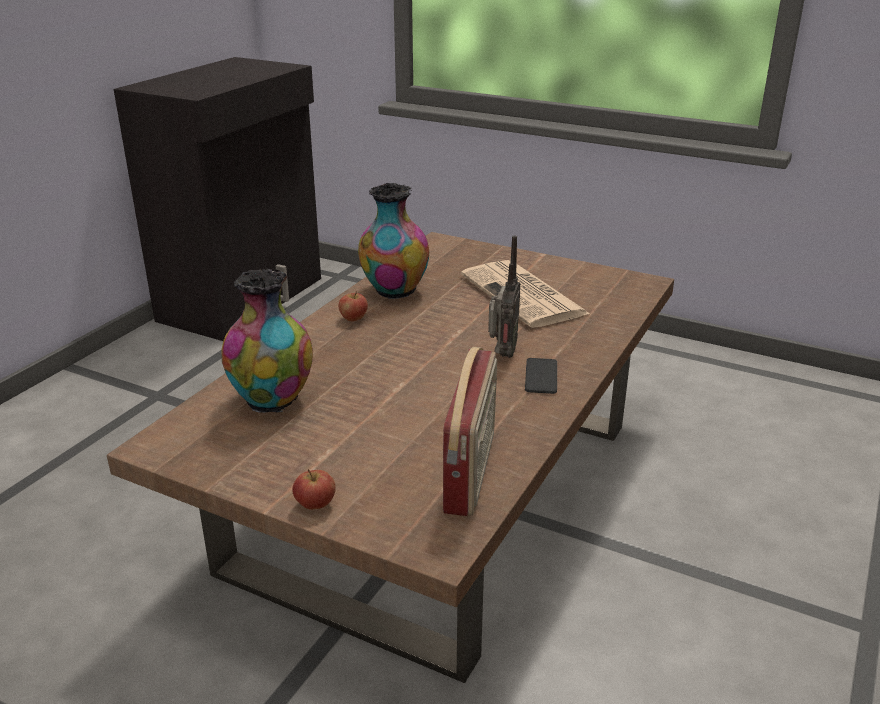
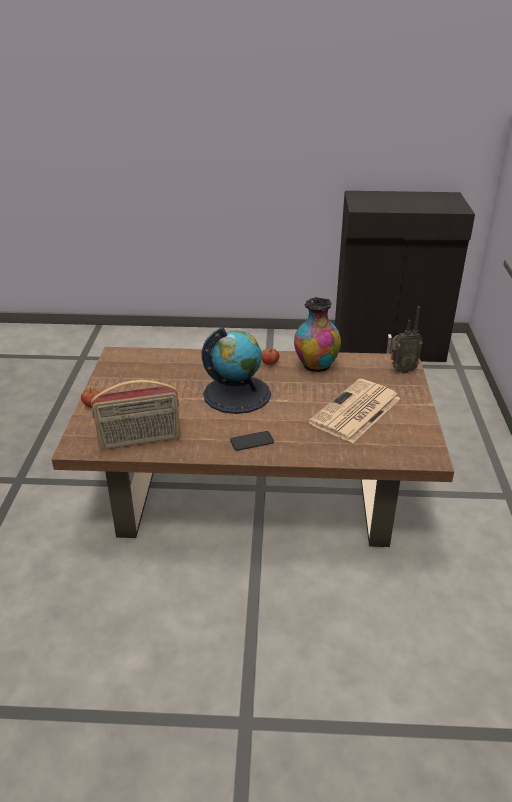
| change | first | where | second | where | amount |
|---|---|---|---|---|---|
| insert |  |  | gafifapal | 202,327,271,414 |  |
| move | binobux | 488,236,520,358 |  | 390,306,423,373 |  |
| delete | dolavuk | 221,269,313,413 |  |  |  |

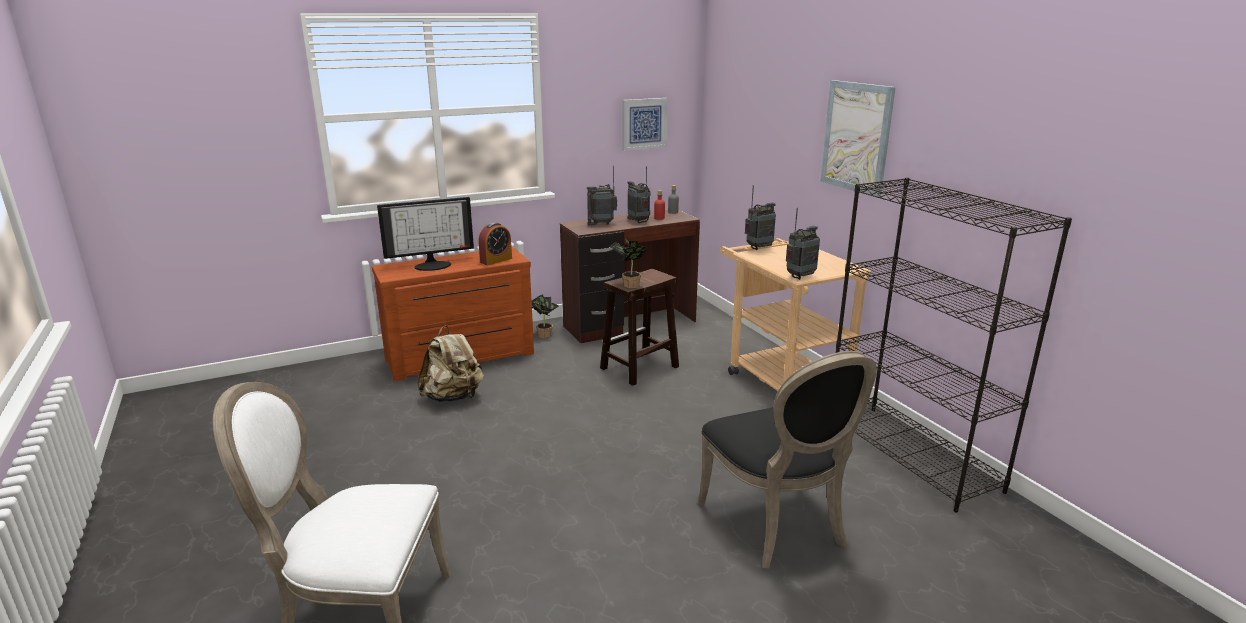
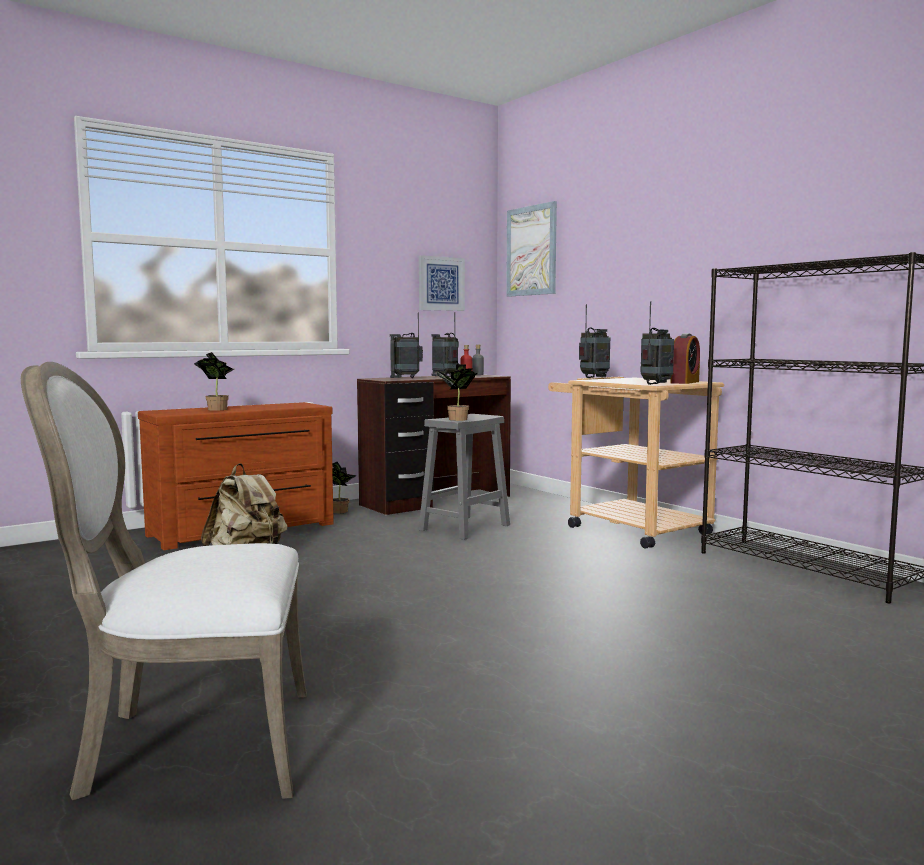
| change | first | where | second | where | amount |
|---|---|---|---|---|---|
| replace | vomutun | 377,197,474,271 | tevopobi | 194,352,234,411 |  |
| recolor | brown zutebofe | 600,269,679,386 | grey zutebofe | 419,414,510,540 |  |
| move | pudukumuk | 820,80,896,198 |  | 506,201,557,297 |  |
| move | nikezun | 478,222,512,265 |  | 670,333,700,384 |  |
| delete | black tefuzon | 698,351,877,569 |  |  |  |

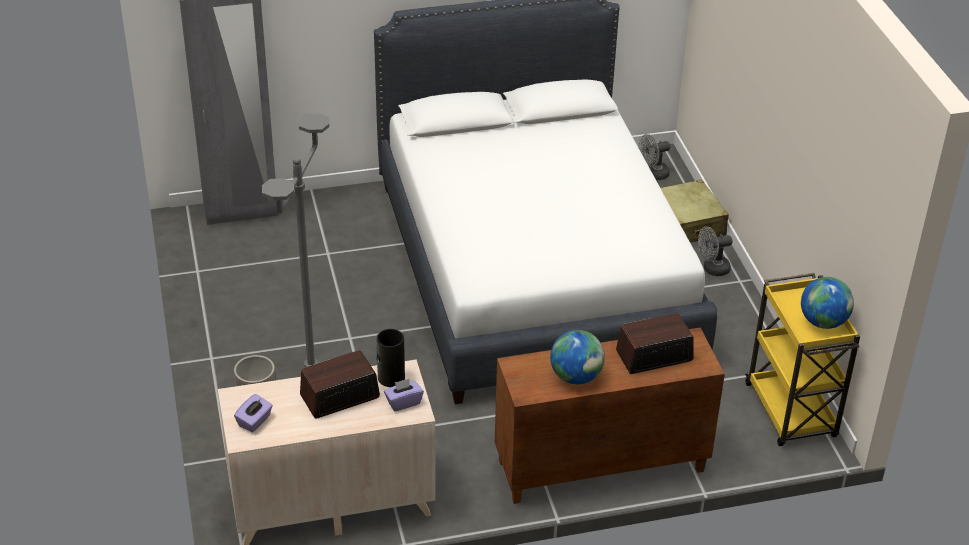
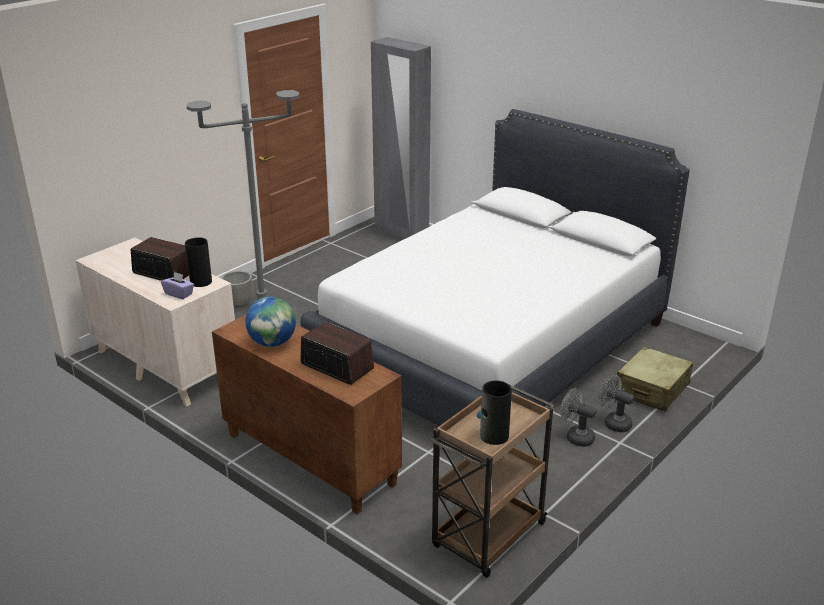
| change | first | where | second | where | amount |
|---|---|---|---|---|---|
| recolor | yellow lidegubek | 745,273,860,446 | brown lidegubek | 431,385,554,578 |  |
| replace | gafifapal | 801,277,854,329 | dolavuk | 477,380,512,445 |  |
| move | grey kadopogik | 639,134,670,180 |  | 560,388,596,447 |  |
| delete | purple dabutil | 234,394,273,432 |  |  |  |

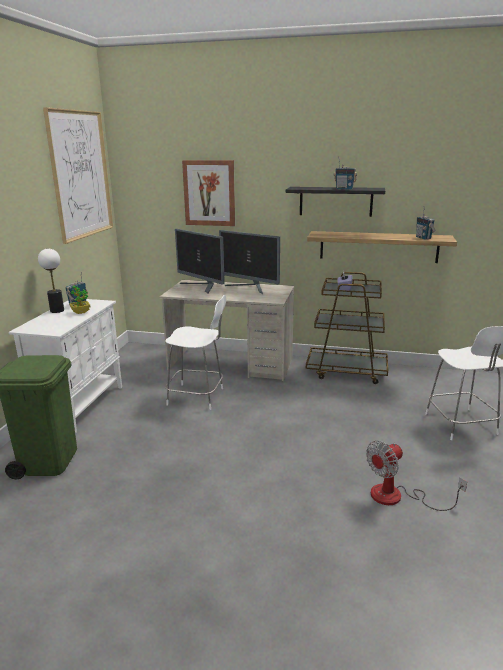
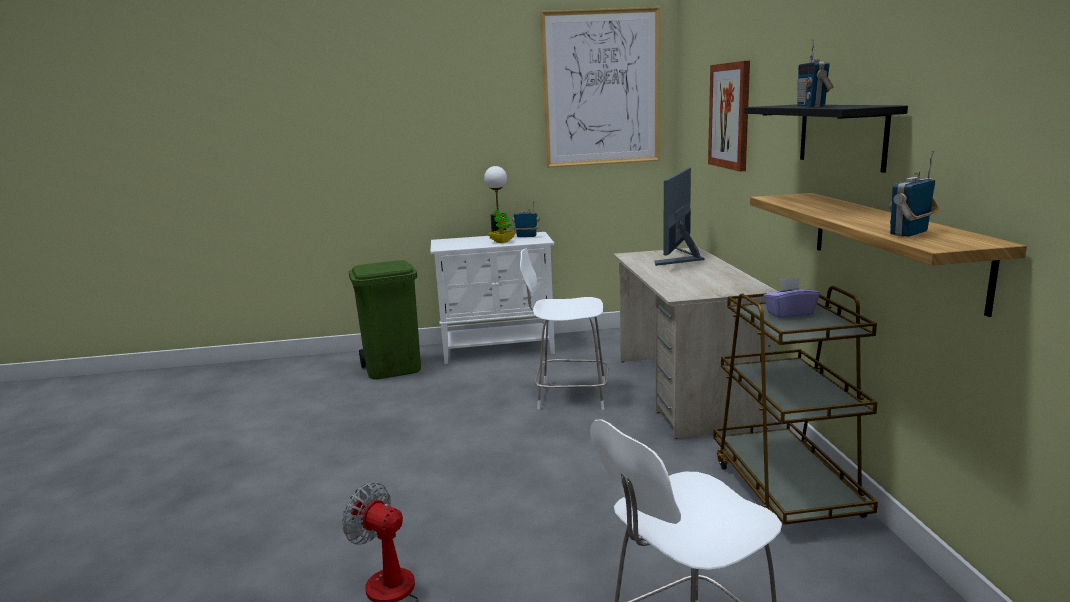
| change | first | where | second | where | amount |
|---|---|---|---|---|---|
| rotate | white tefuzon | 165,295,226,410 |  | 520,249,609,410 | 105 degrees clockwise |
| delete | vomutun | 219,230,280,294 |  |  |  |

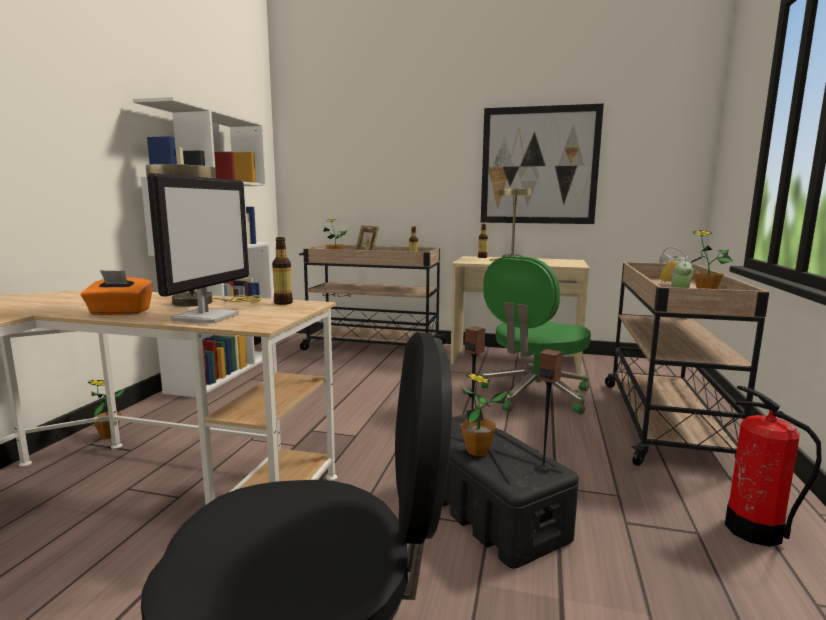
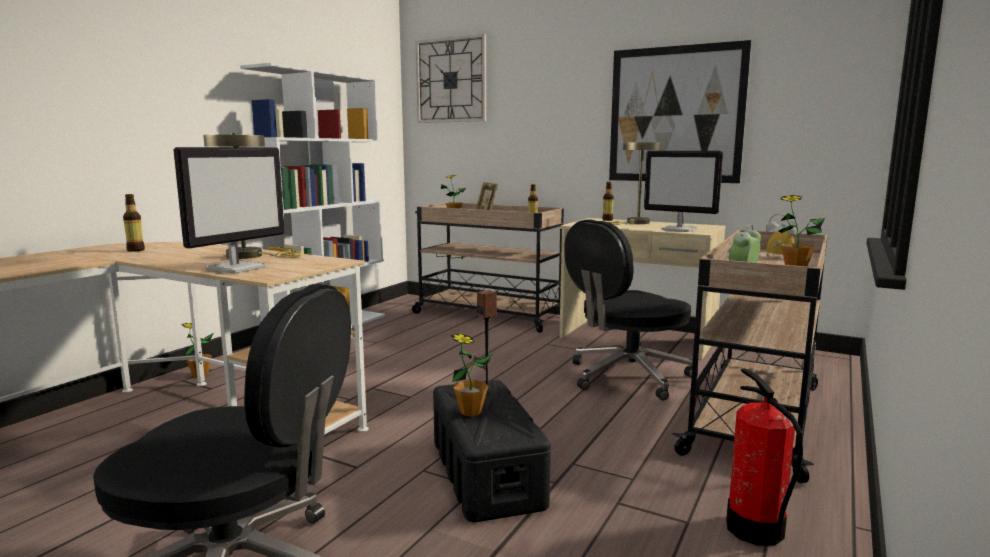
| change | first | where | second | where | amount |
|---|---|---|---|---|---|
| move | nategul | 272,237,293,305 |  | 123,194,145,252 |  |
| insert |  |  | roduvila | 416,34,486,123 |  |
| recolor | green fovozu | 481,256,591,415 | black fovozu | 564,219,693,400 |  |
| insert |  |  | vomutun | 644,151,723,232 |  |
| delete | orange dabutil | 81,270,153,315 |  |  |  |
| delete | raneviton | 536,349,562,470 |  |  |  |

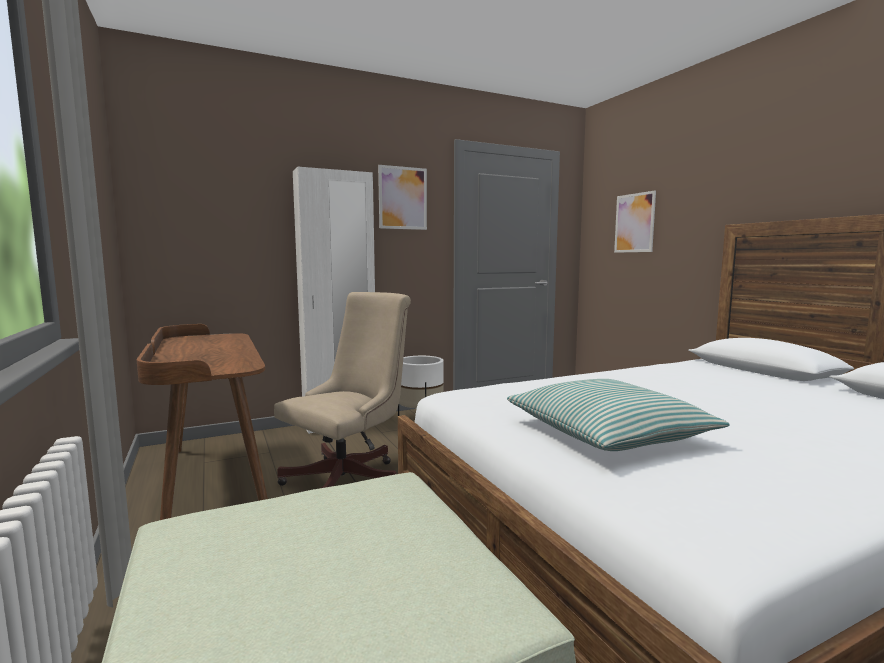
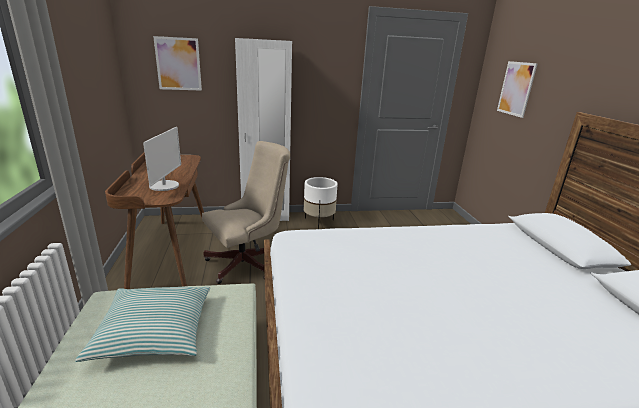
| change | first | where | second | where | amount |
|---|---|---|---|---|---|
| move | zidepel | 507,379,730,451 |  | 75,287,210,362 |  |
| insert |  |  | vomutun | 143,127,181,191 |  |
| move | pudukumuk | 378,165,427,230 |  | 153,36,202,91 |  |

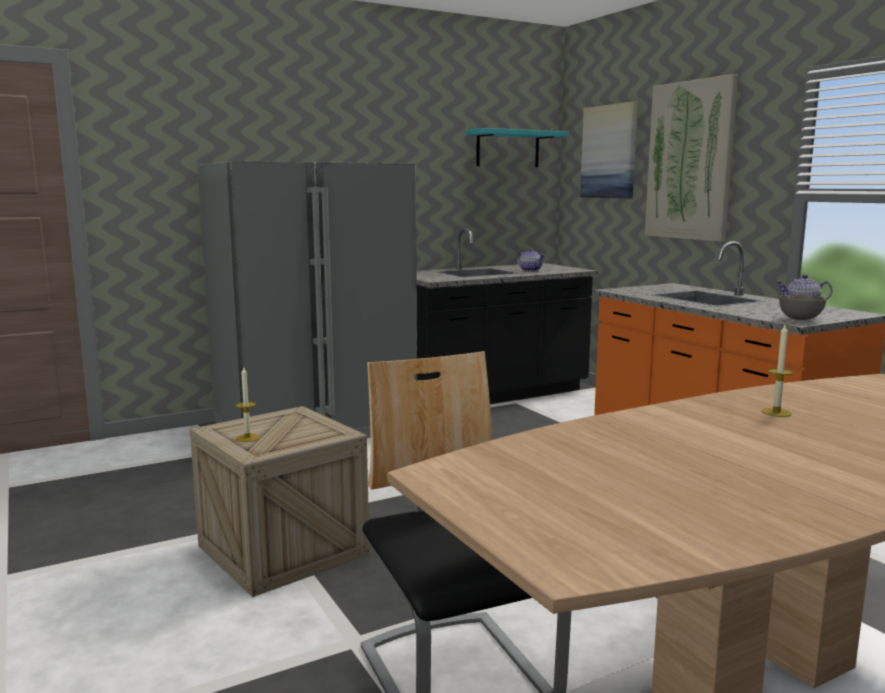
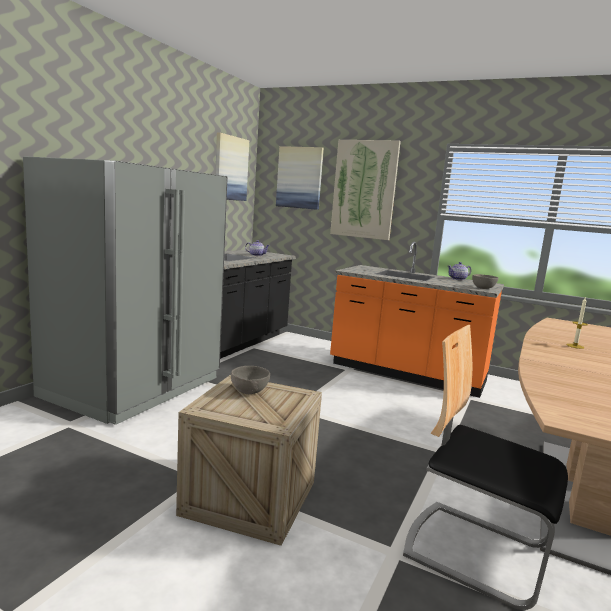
| change | first | where | second | where | amount |
|---|---|---|---|---|---|
| replace | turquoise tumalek | 466,128,568,167 | pudukumuk | 215,133,249,201 |  |
| insert |  |  | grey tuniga | 231,366,270,394 |  |
| delete | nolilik | 236,366,259,442 |  |  |  |

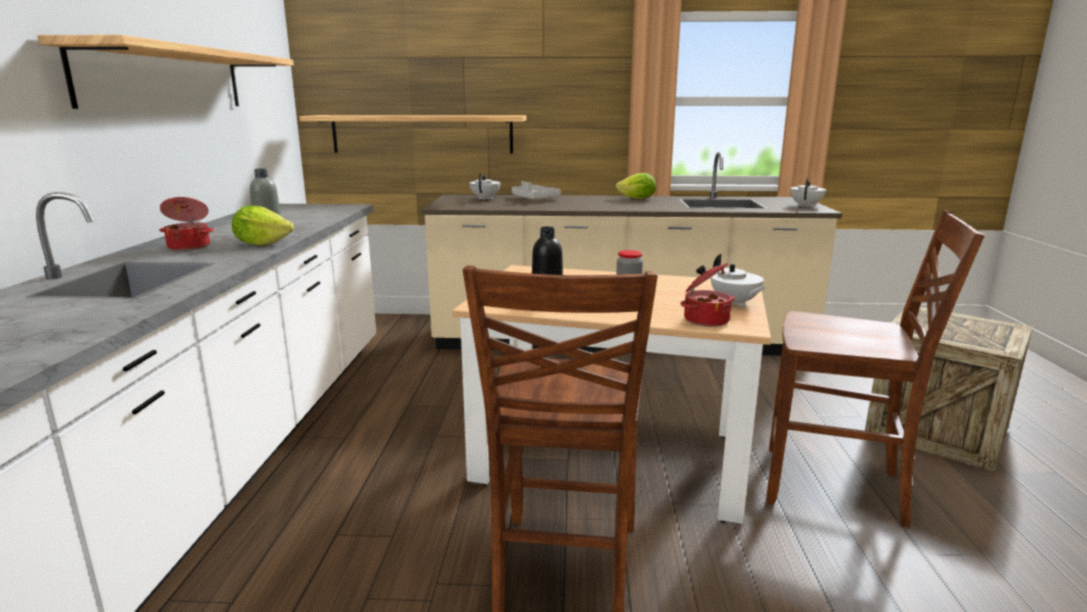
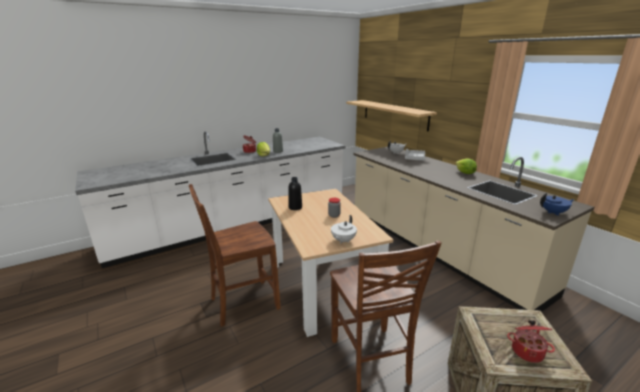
| change | first | where | second | where | amount |
|---|---|---|---|---|---|
| move | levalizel | 680,263,735,327 |  | 507,320,555,363 |  |
| recolor | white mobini | 790,179,826,207 | blue mobini | 540,193,574,216 |  |
| delete | tumalek | 37,35,294,109 |  |  |  |

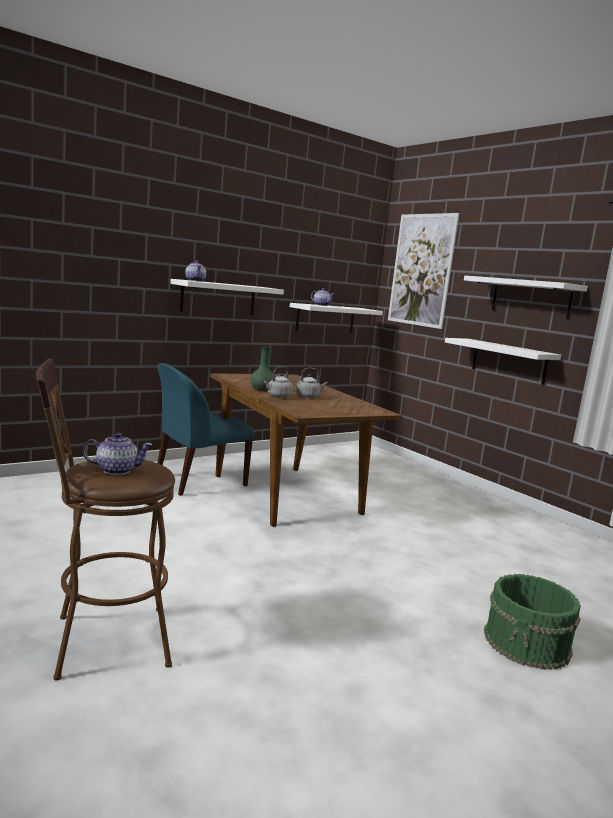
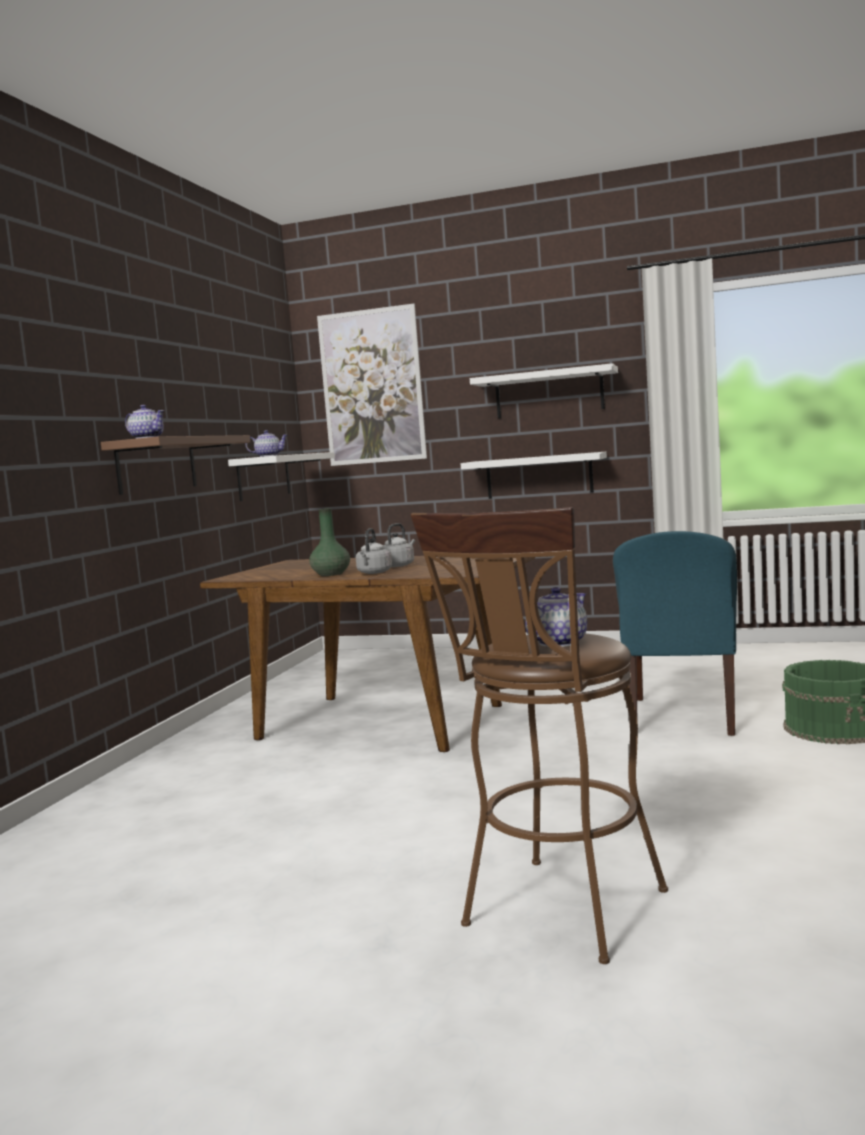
| change | first | where | second | where | amount |
|---|---|---|---|---|---|
| recolor | white tumalek | 170,279,284,315 | brown tumalek | 101,435,250,495 |  |
| move | blue tefuzon | 157,363,255,496 |  | 613,531,737,736 |  |

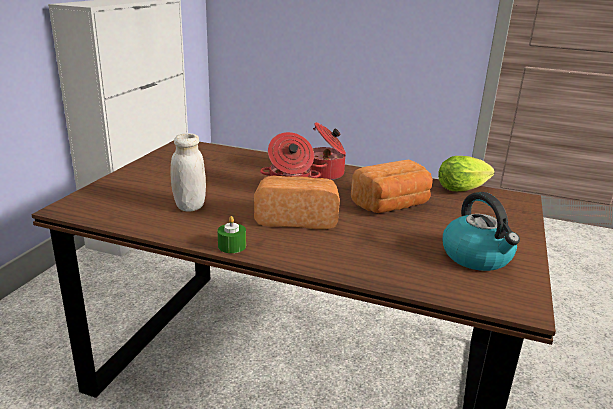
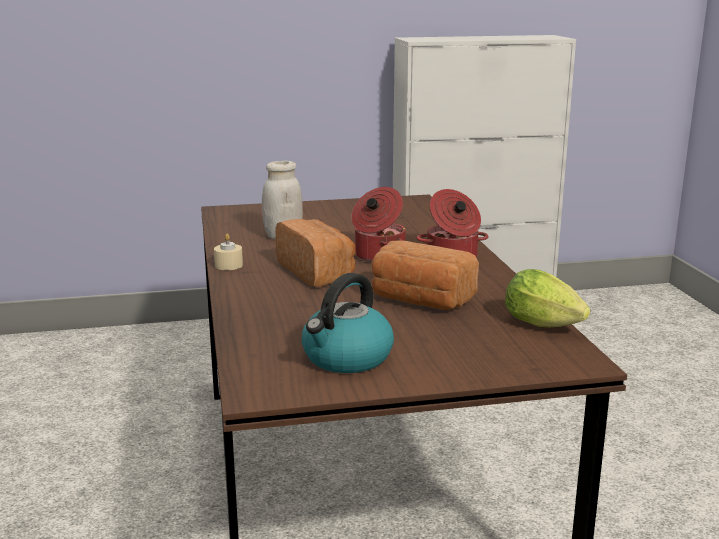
| change | first | where | second | where | amount |
|---|---|---|---|---|---|
| recolor | green nolilik | 217,216,246,253 | beige nolilik | 214,234,243,270 |  |

